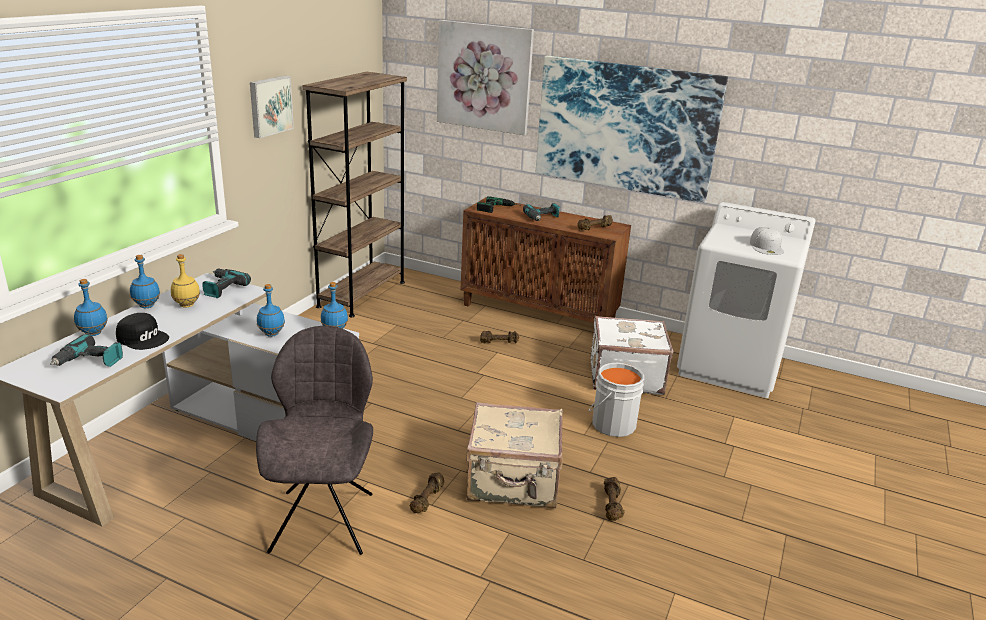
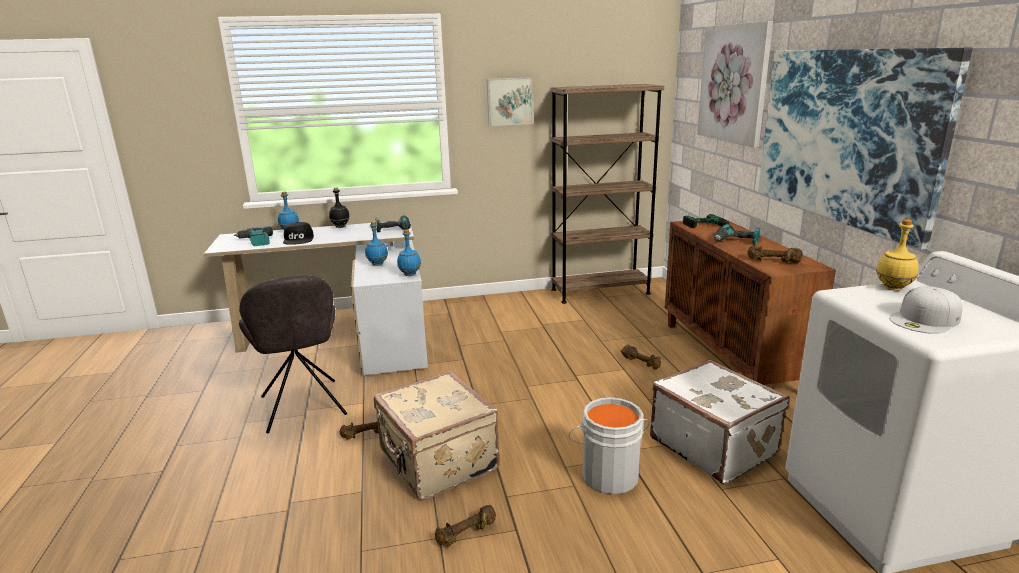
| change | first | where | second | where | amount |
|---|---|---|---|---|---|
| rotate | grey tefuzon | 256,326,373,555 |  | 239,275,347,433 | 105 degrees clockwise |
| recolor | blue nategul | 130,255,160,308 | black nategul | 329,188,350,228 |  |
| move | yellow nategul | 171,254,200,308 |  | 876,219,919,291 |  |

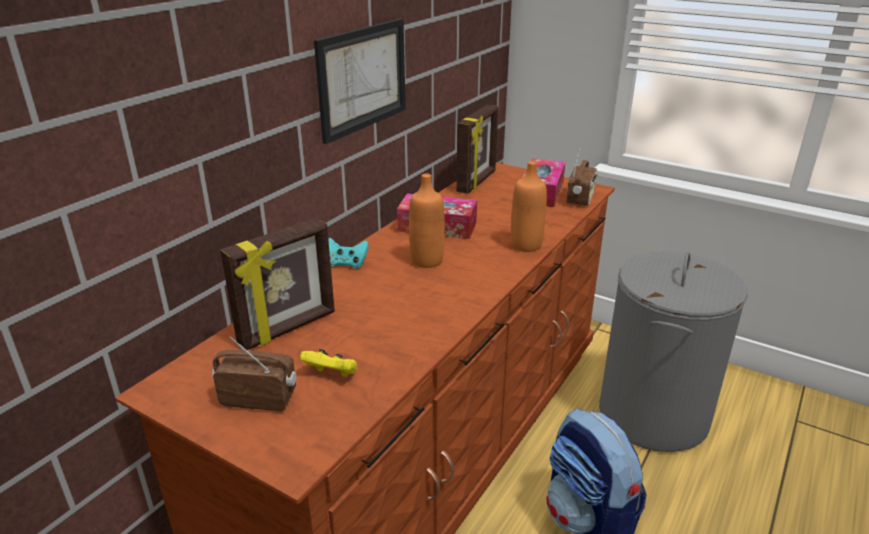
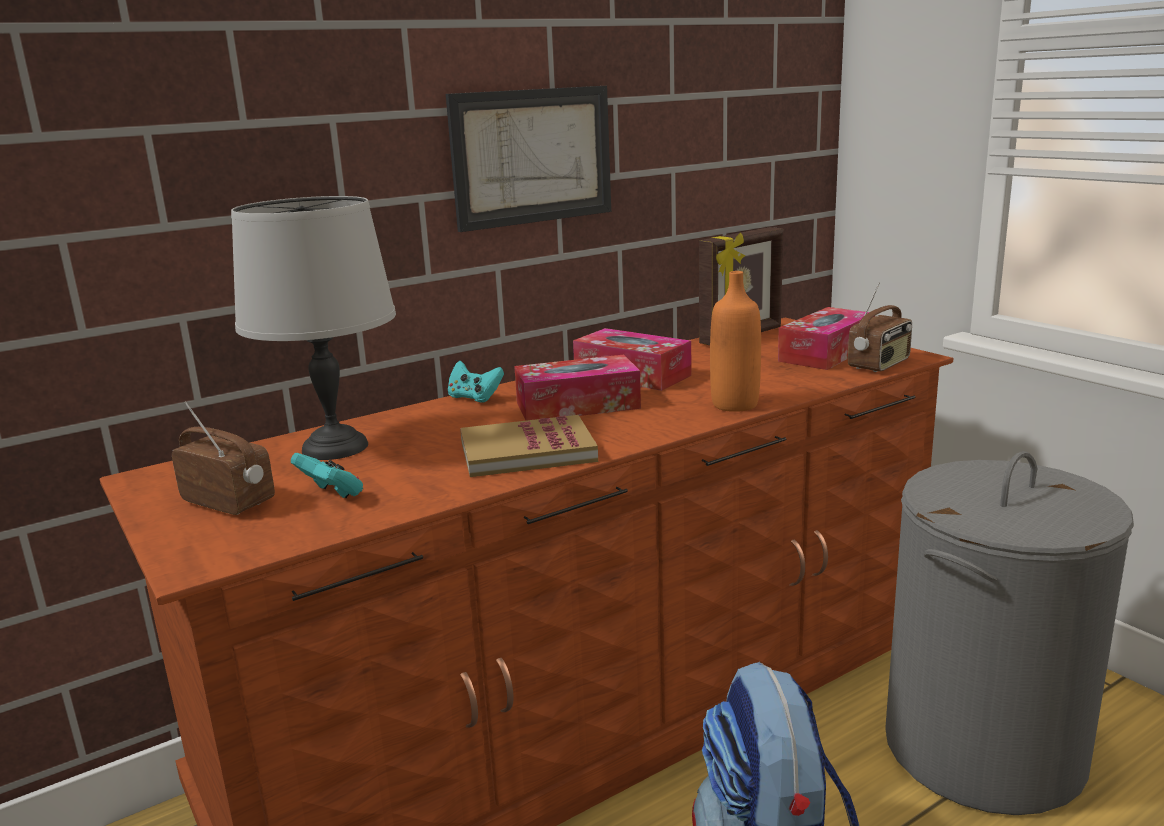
| change | first | where | second | where | amount |
|---|---|---|---|---|---|
| replace | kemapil | 220,218,335,350 | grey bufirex | 231,196,396,460 |  |
| recolor | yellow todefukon | 300,349,357,377 | turquoise todefukon | 291,453,363,498 |  |
| insert |  |  | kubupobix | 460,415,598,477 |  |
| replace | orange nategul | 409,173,445,268 | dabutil | 514,355,641,421 |  |

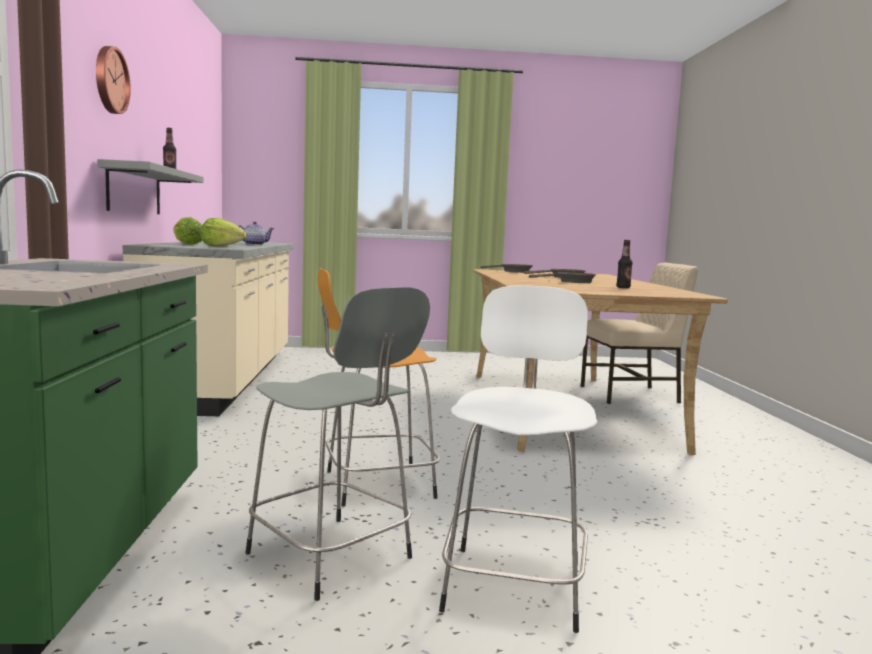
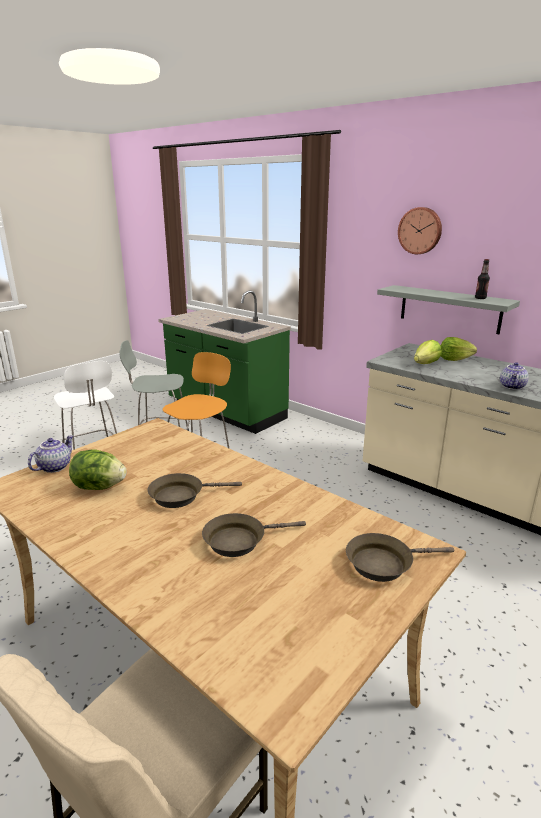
| change | first | where | second | where | amount |
|---|---|---|---|---|---|
| insert |  |  | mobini | 28,435,73,473 |  |
| replace | nategul | 616,240,633,288 | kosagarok | 69,450,127,490 |  |

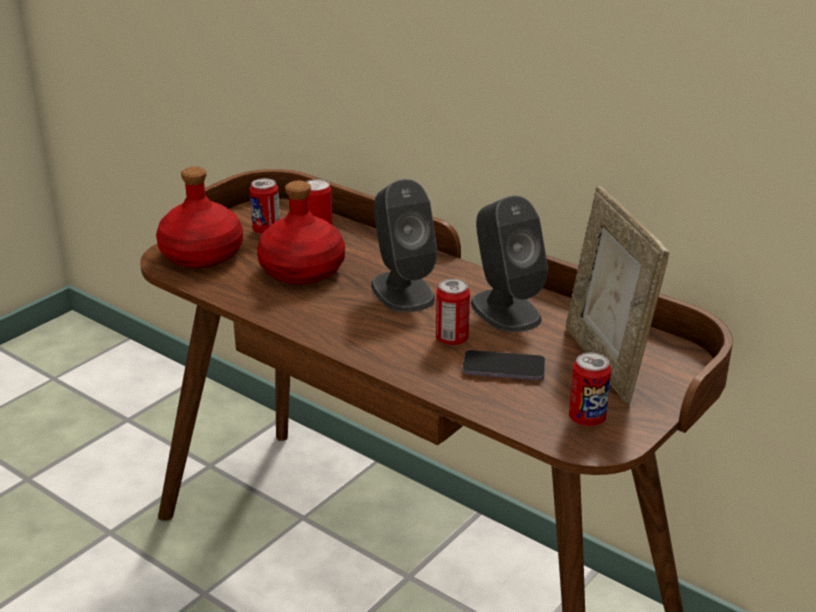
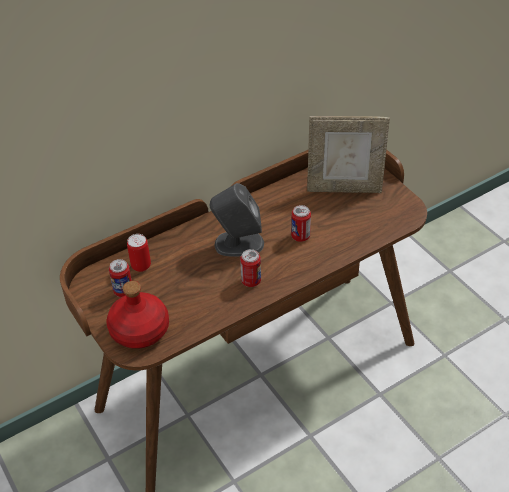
| change | first | where | second | where | amount |
|---|---|---|---|---|---|
| move | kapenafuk | 569,353,611,426 |  | 240,249,261,287 |  |
| delete | red nategul | 257,181,345,284 |  |  |  |
| delete | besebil | 462,350,545,380 |  |  |  |
| delete | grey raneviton | 471,196,548,332 |  |  |  |

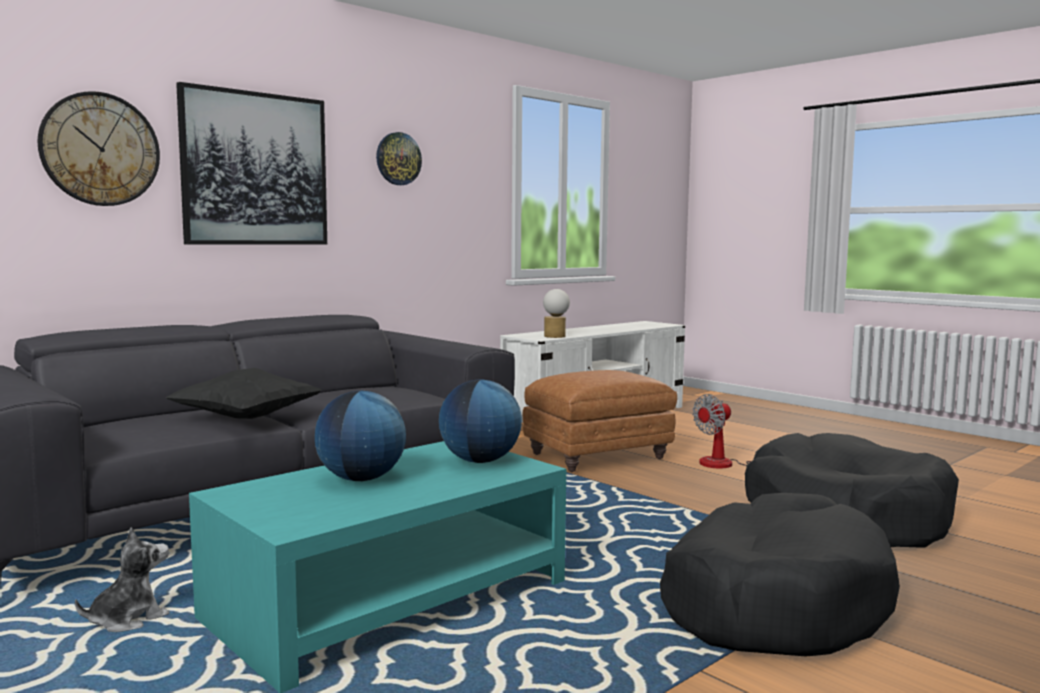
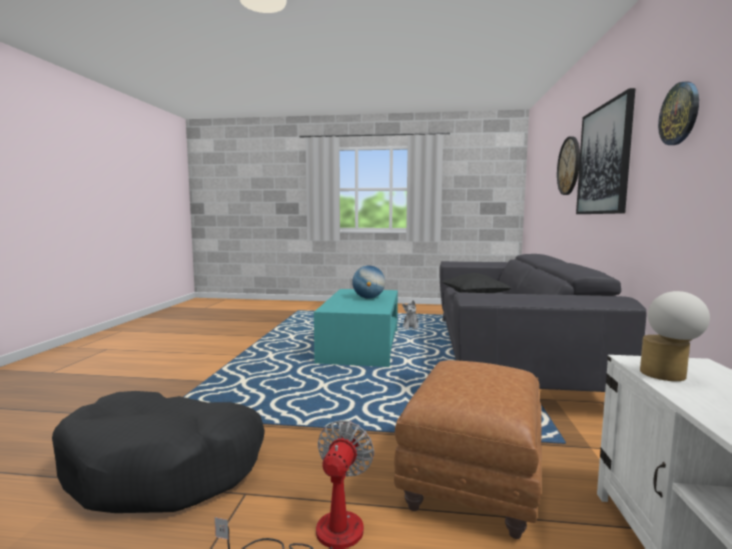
| change | first | where | second | where | amount |
|---|---|---|---|---|---|
| delete | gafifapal | 439,379,522,463 |  |  |  |
| delete | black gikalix | 660,493,900,657 |  |  |  |

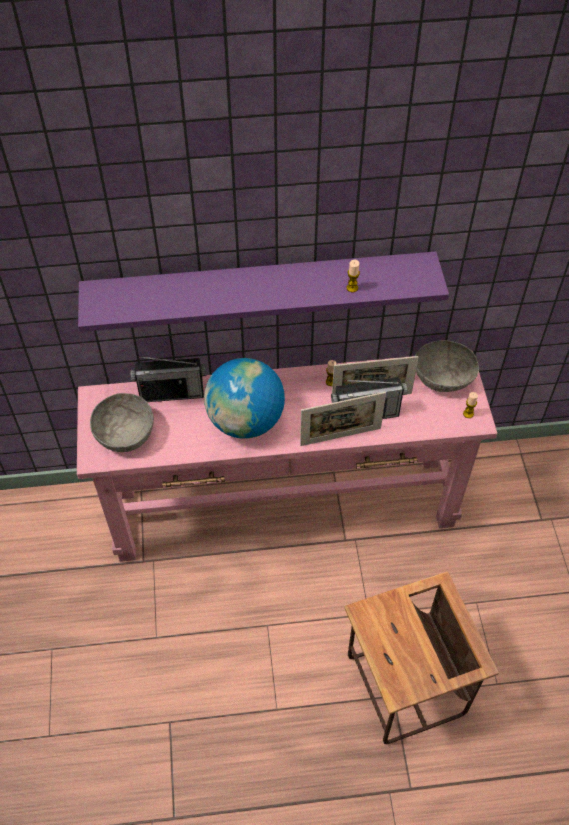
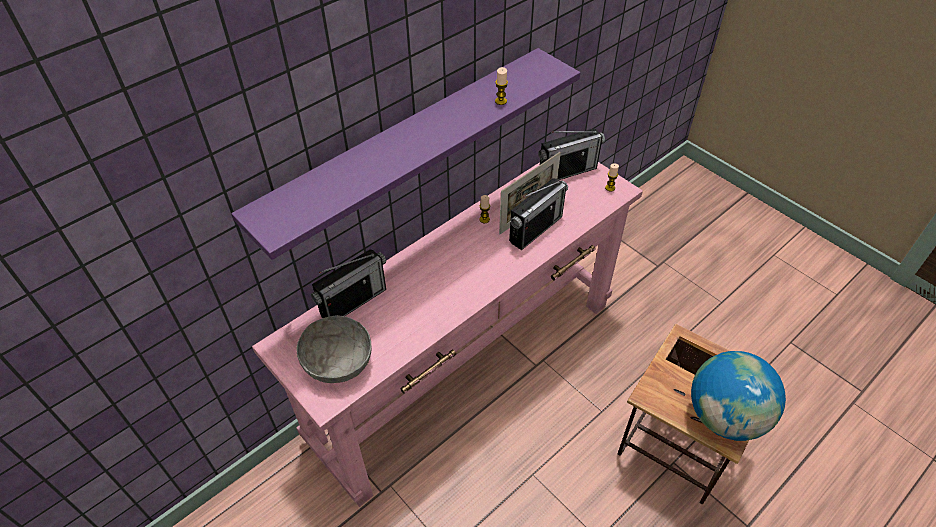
| change | first | where | second | where | amount |
|---|---|---|---|---|---|
| replace | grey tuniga | 415,340,479,392 | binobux | 538,128,605,180 |  |
| move | gafifapal | 204,358,285,439 |  | 691,351,786,441 |  |
| delete | kemapil | 300,392,386,446 |  |  |  |

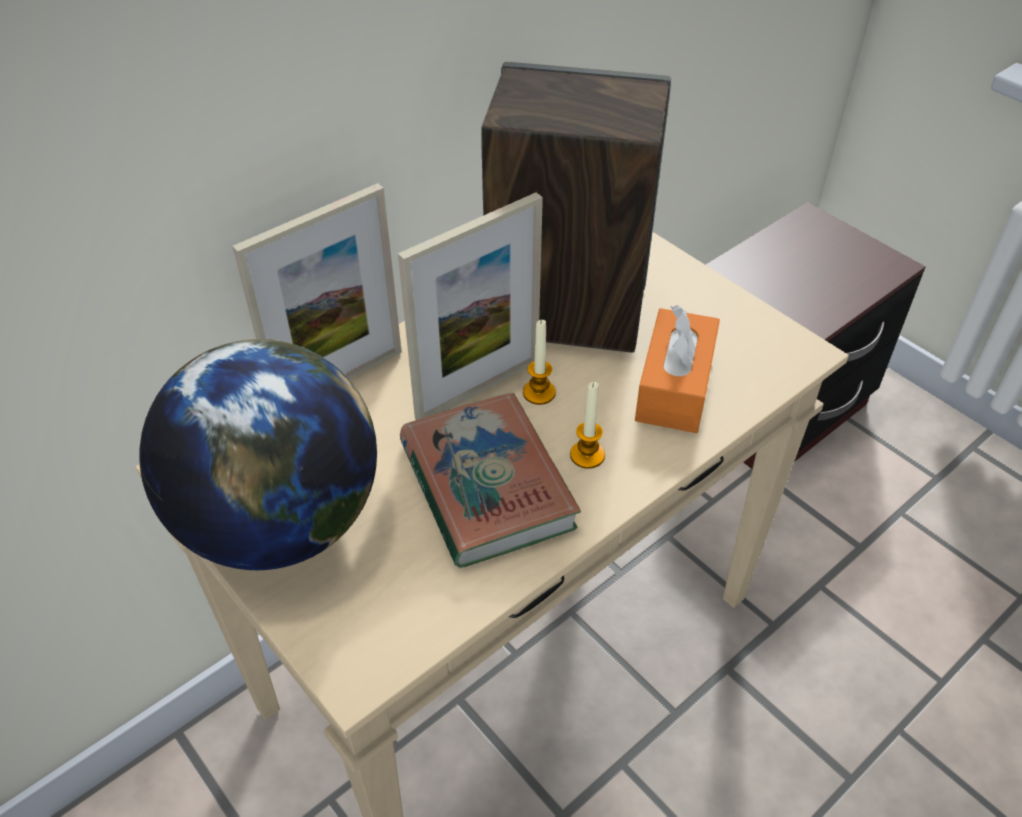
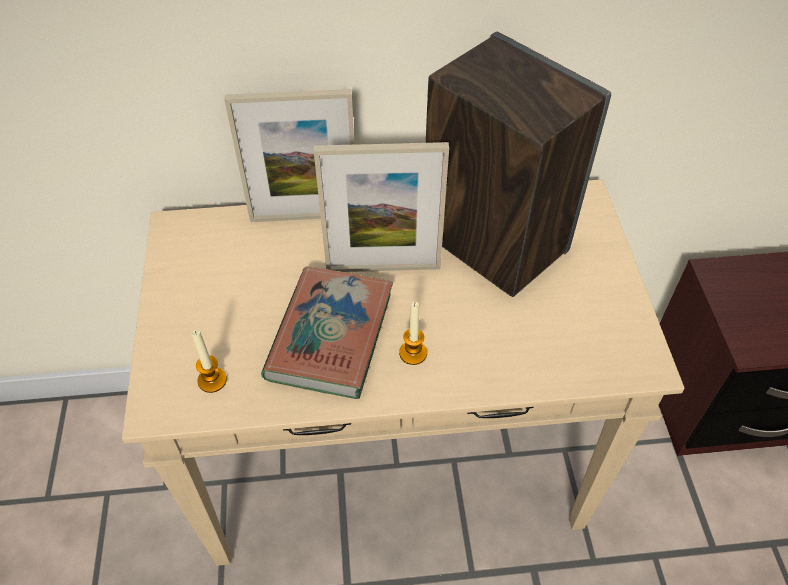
| change | first | where | second | where | amount |
|---|---|---|---|---|---|
| move | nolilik | 523,320,556,405 |  | 191,330,227,393 |  |
| delete | gafifapal | 140,339,377,570 |  |  |  |
| delete | orange dabutil | 635,305,720,433 |  |  |  |

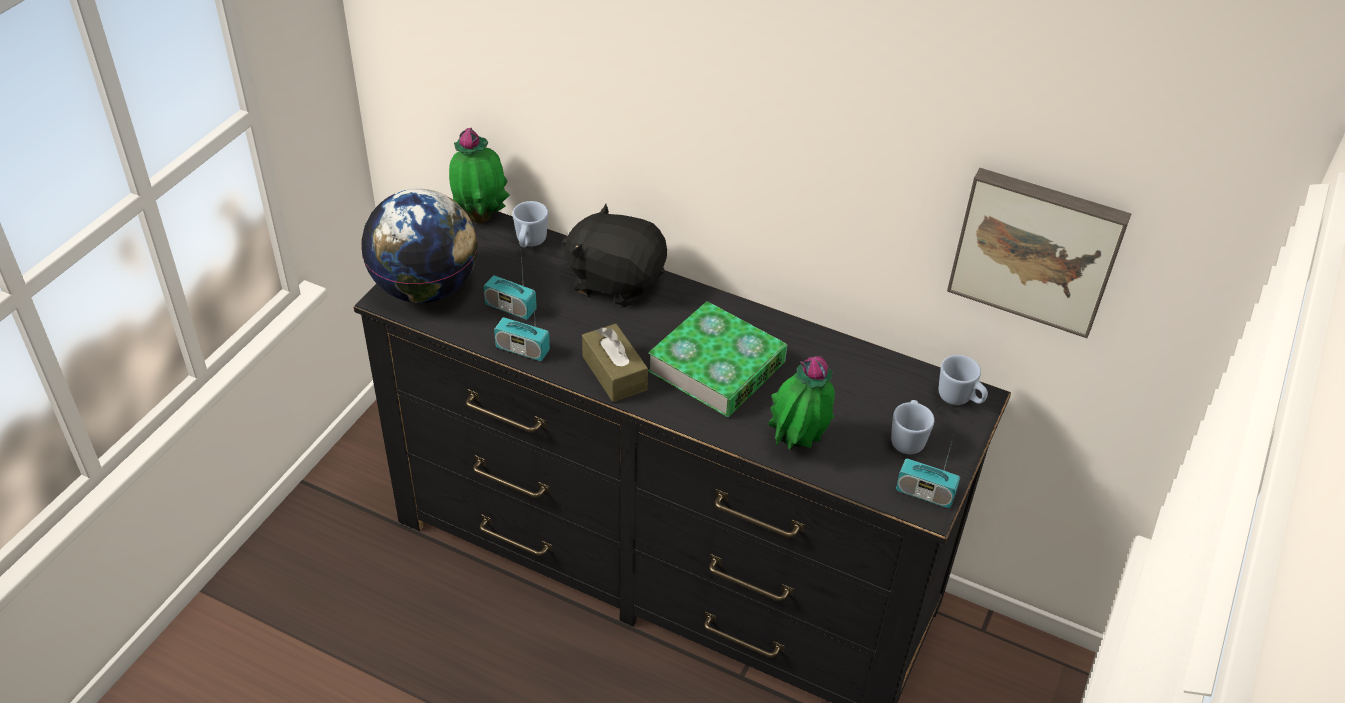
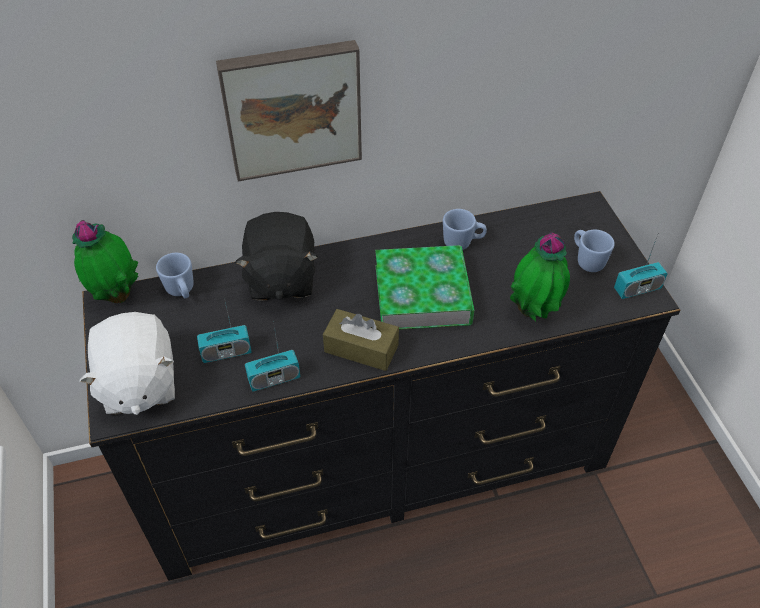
| change | first | where | second | where | amount |
|---|---|---|---|---|---|
| replace | gafifapal | 361,189,478,303 | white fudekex | 79,312,175,415 |  |
| move | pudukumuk | 947,168,1131,338 |  | 216,40,362,181 |  |
| rotate | black fudekex | 562,204,667,307 |  | 235,212,318,301 | 75 degrees counterclockwise |
| move | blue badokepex | 939,355,988,405 |  | 443,209,487,250 |  |

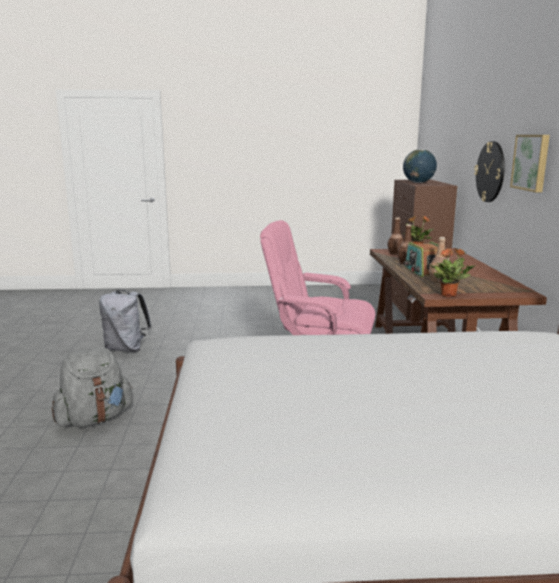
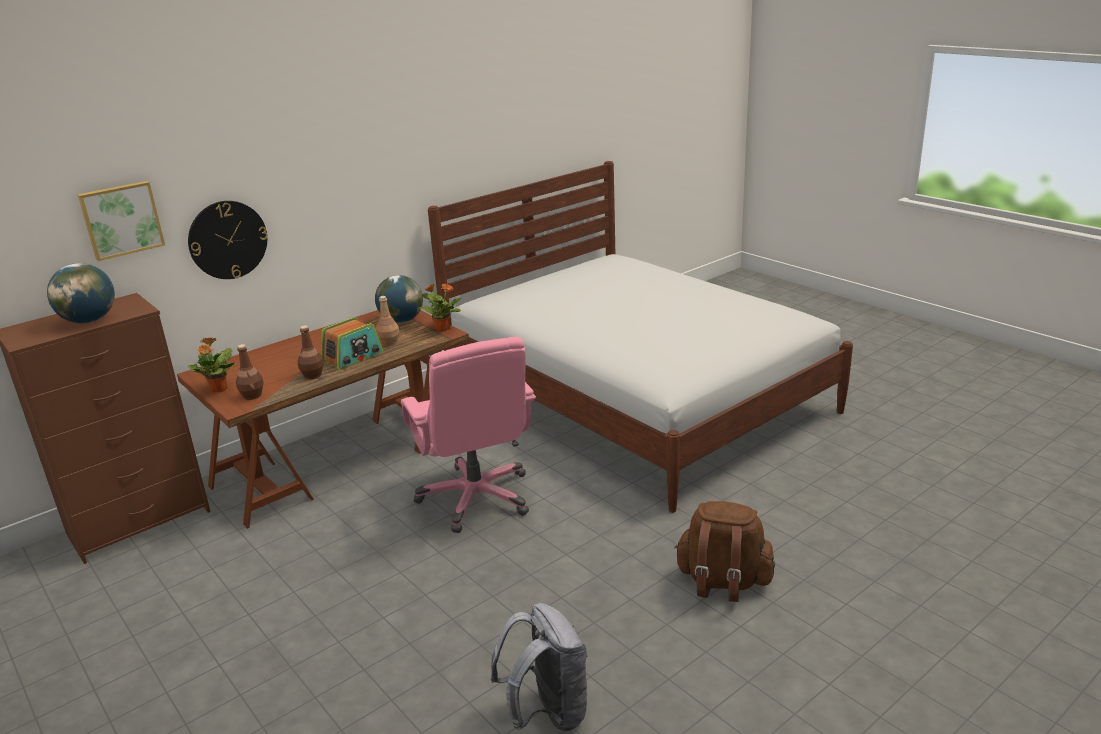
| change | first | where | second | where | amount |
|---|---|---|---|---|---|
| move | pudukumuk | 510,135,550,192 |  | 77,181,165,261 |  |
| insert |  |  | gafifapal | 375,275,423,323 |  |
| recolor | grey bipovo | 52,347,133,427 | brown bipovo | 675,501,775,602 |  |

